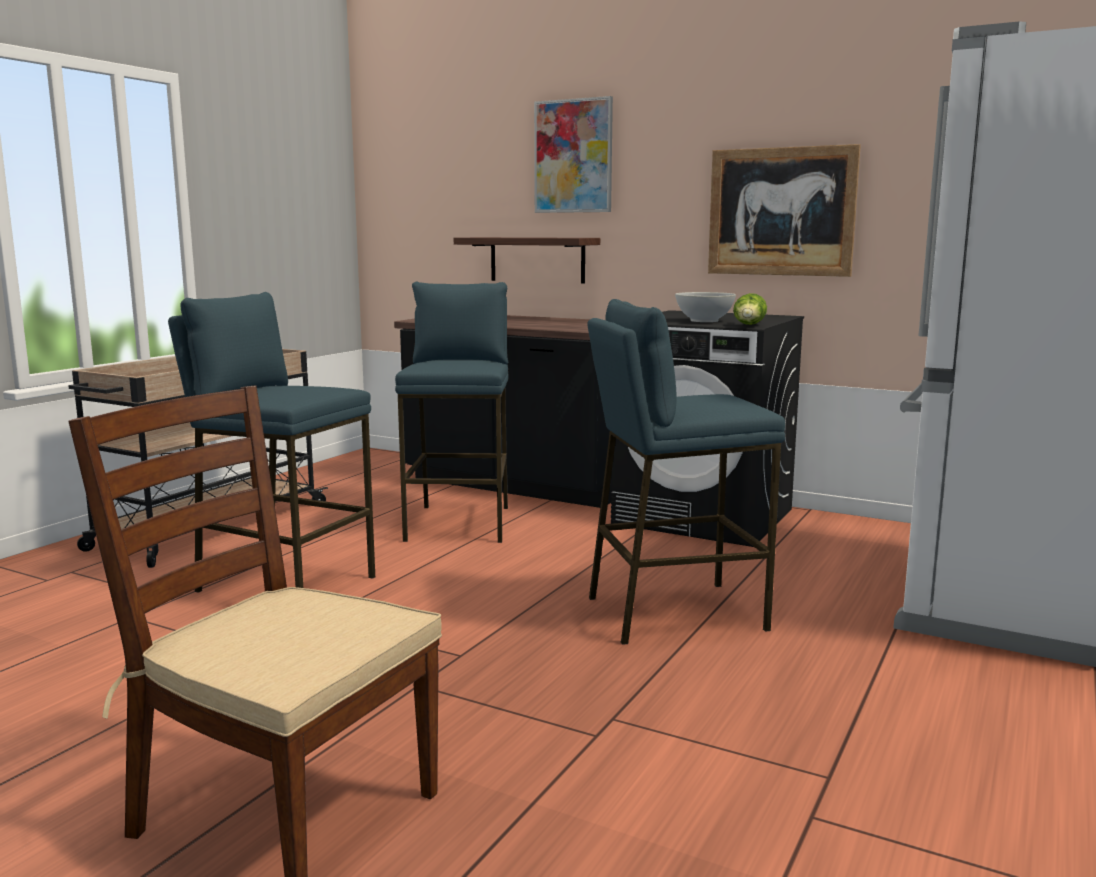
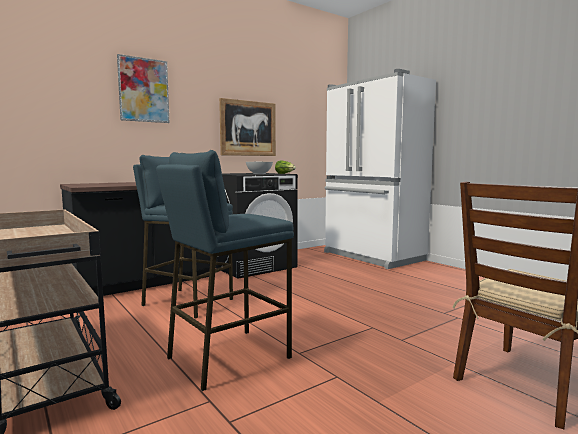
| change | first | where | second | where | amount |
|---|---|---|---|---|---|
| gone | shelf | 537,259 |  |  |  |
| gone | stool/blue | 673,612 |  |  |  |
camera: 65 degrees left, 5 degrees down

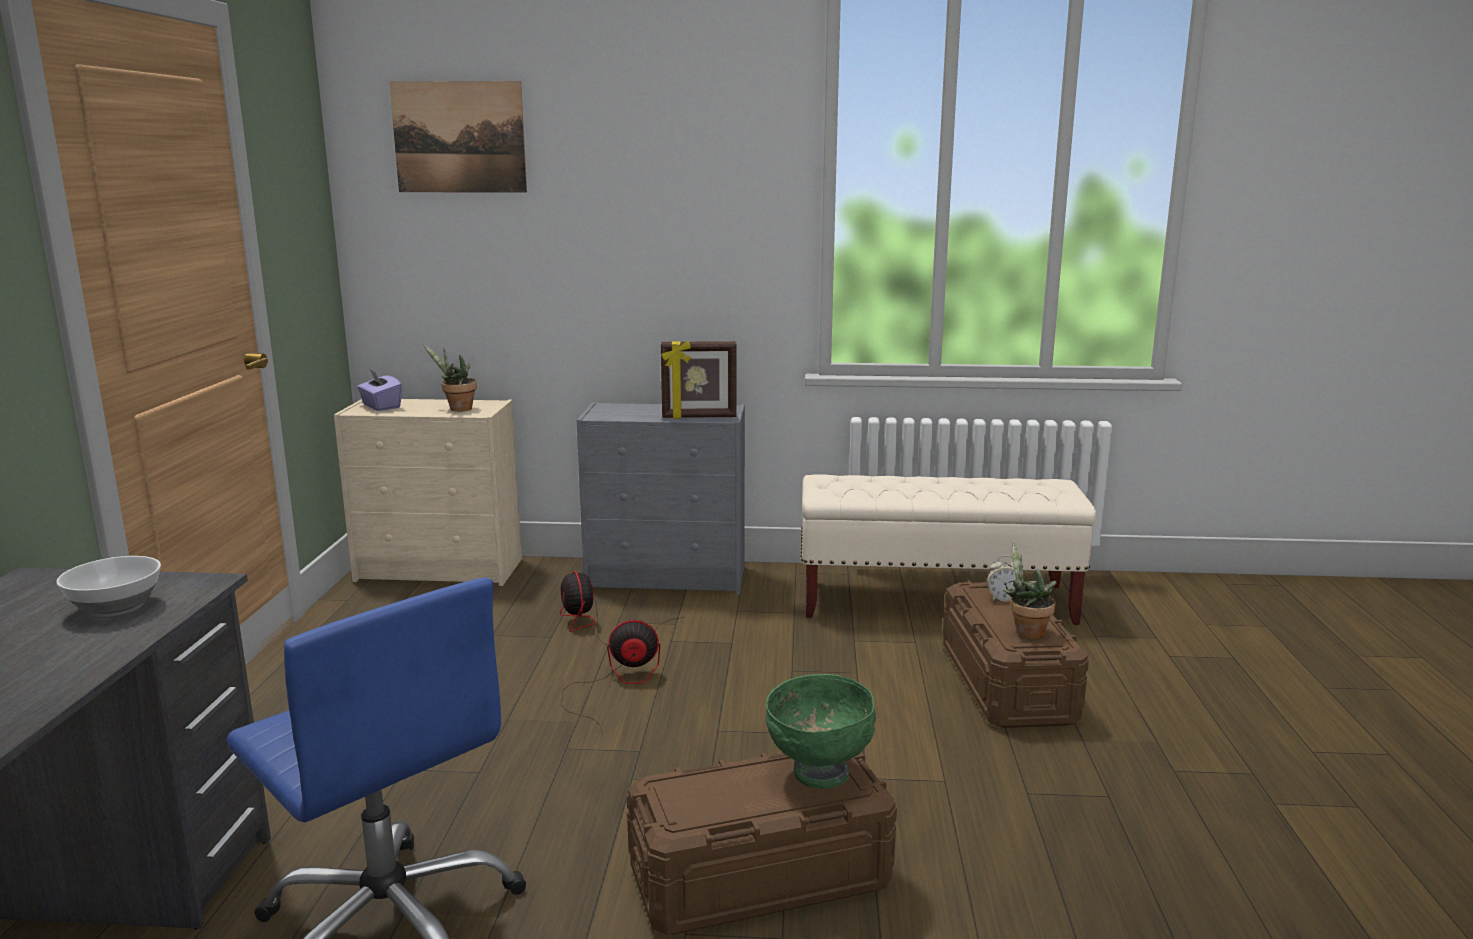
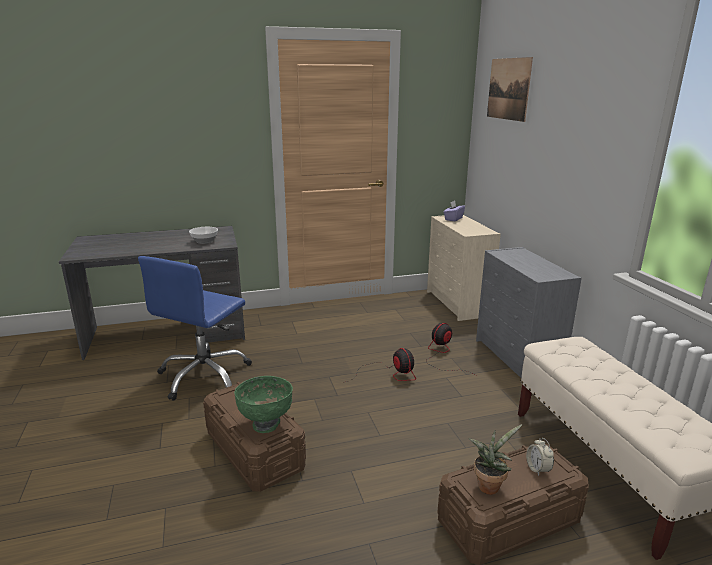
| change | first | where | second | where | amount |
|---|---|---|---|---|---|
| gone | picture frame | 699,417 |  |  |  |
| gone | potted plant | 457,409 |  |  |  |
camera: 70 degrees right, 5 degrees up

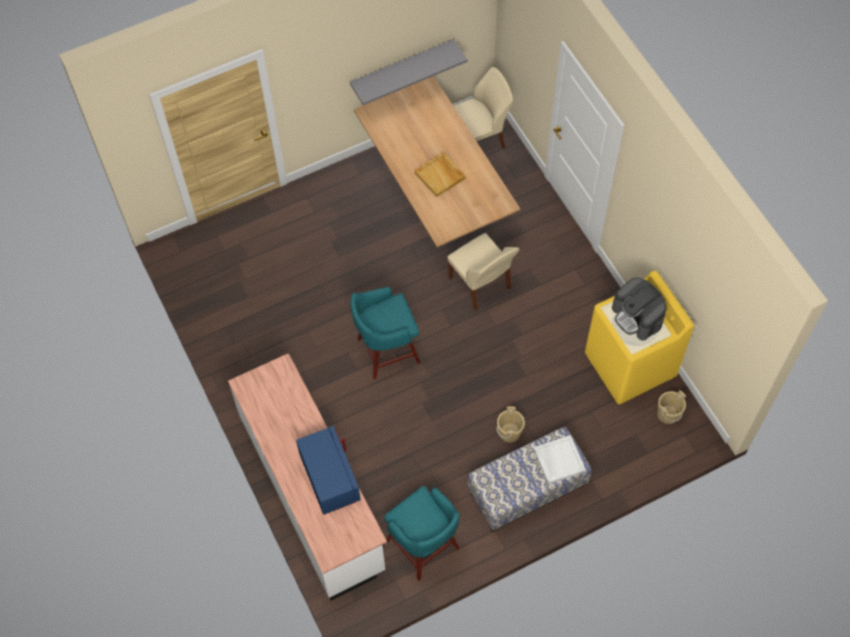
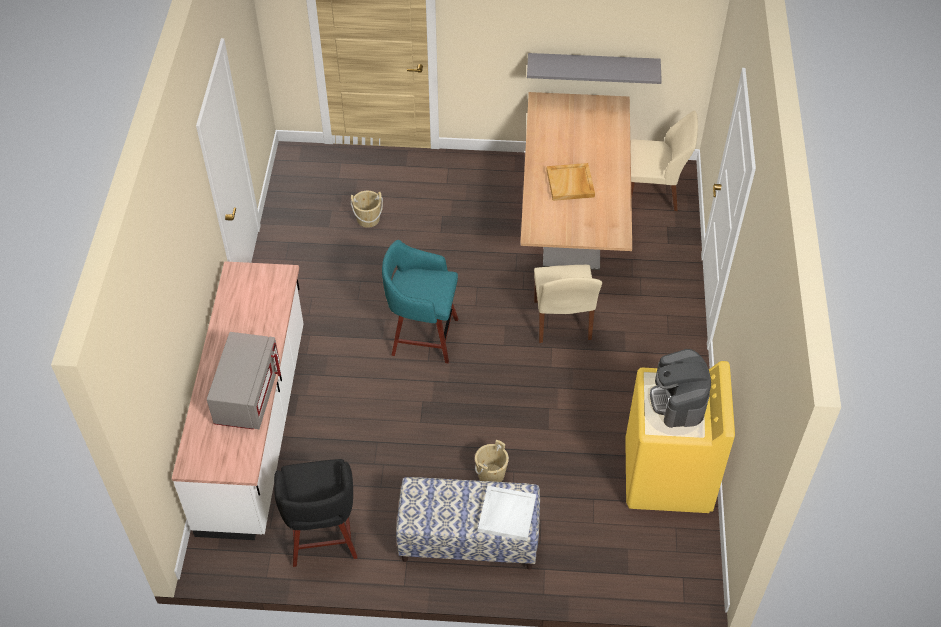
| change | first | where | second | where | amount |
|---|---|---|---|---|---|
| shifted | bucket/beige | 668,414 |  | 368,219 |  |
| repainted | microwave/blue | 329,478 | microwave/grey | 247,394 |  |
| repainted | stool/turquoise | 423,546 | stool/black | 322,536 |  |
camera: 30 degrees right, 10 degrees down

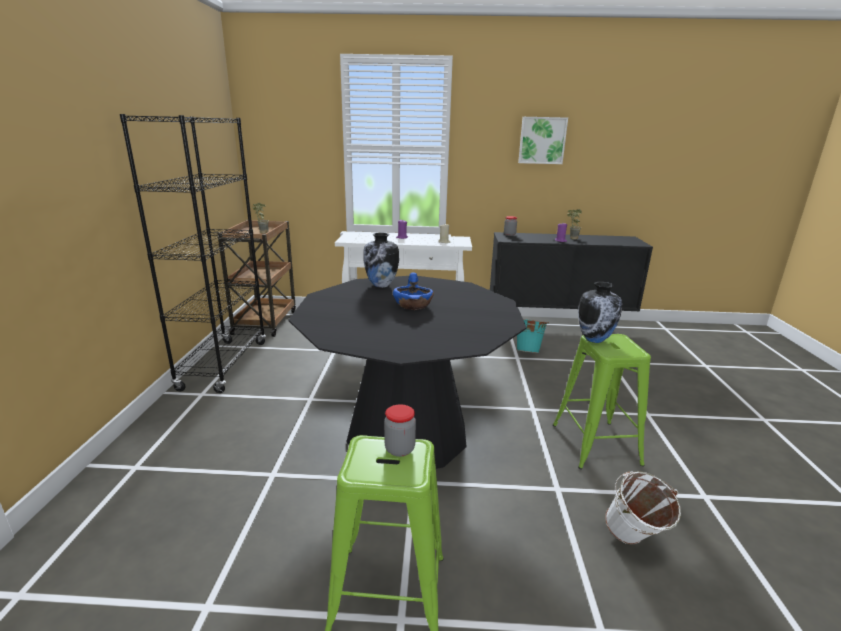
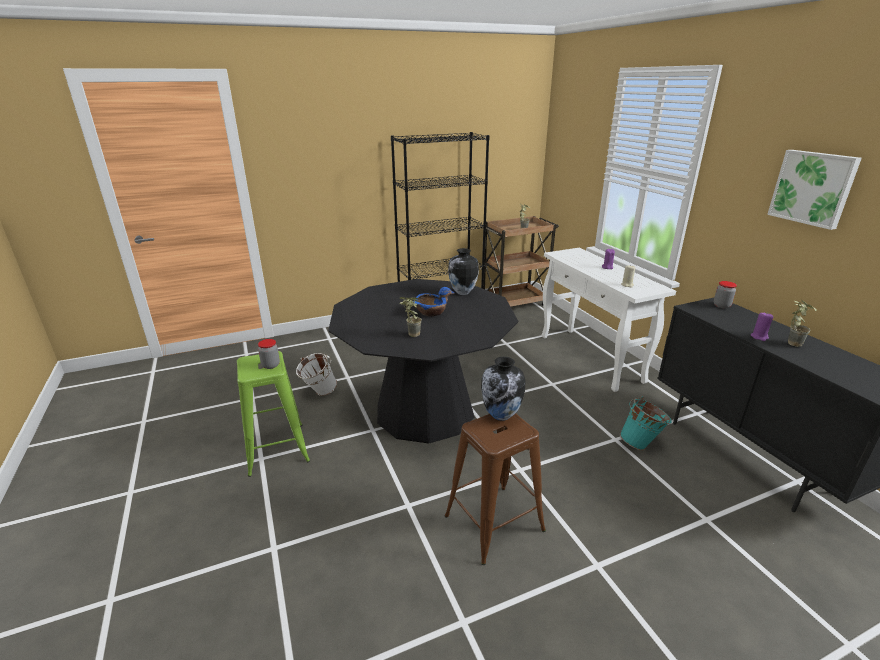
| change | first | where | second | where | amount |
|---|---|---|---|---|---|
| repainted | stool/green | 595,443 | stool/brown | 495,523 |  |
| shifted | bucket/white | 633,541 |  | 318,393 |  |
| new |  |  | potted plant | 410,334 |  |
camera: 65 degrees right, 5 degrees up

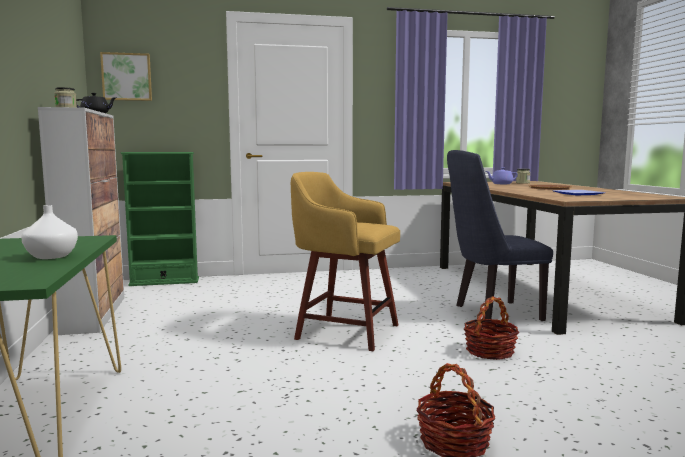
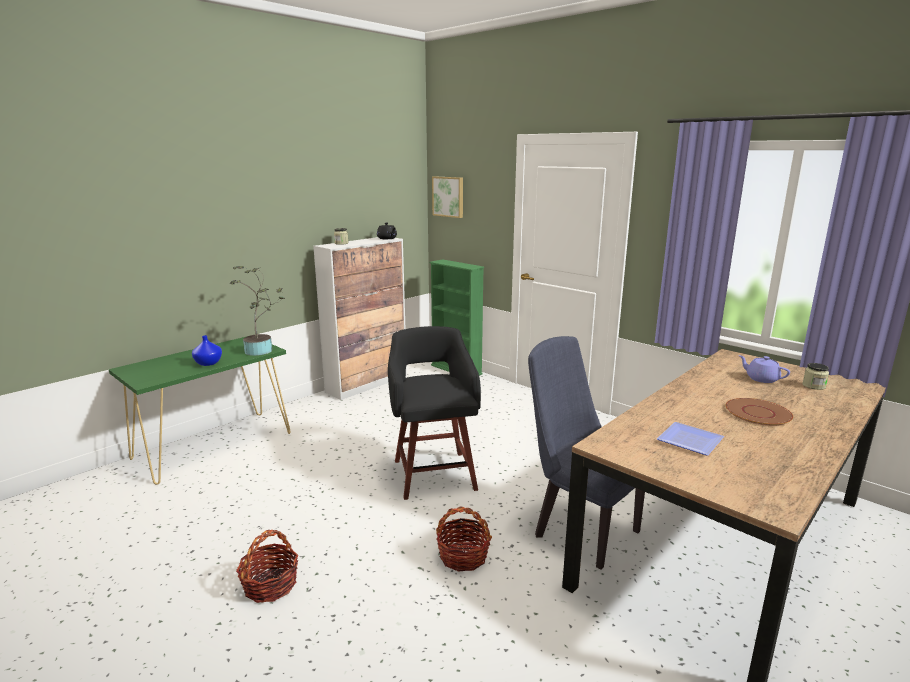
| change | first | where | second | where | amount |
|---|---|---|---|---|---|
| repainted | stool/yellow | 344,331 | stool/black | 434,473 |  |
| repainted | vase/white | 52,256 | vase/blue | 209,363 |  |
| new |  |  | potted plant | 262,350 |  |
camera: 55 degrees right, 10 degrees up

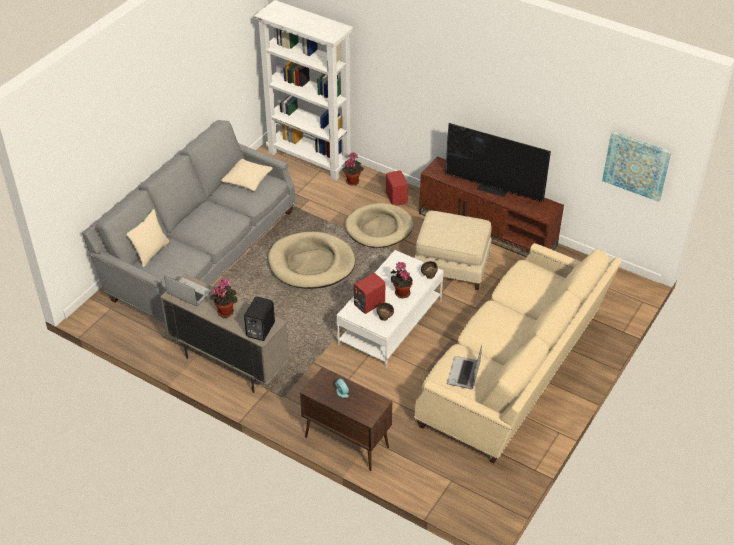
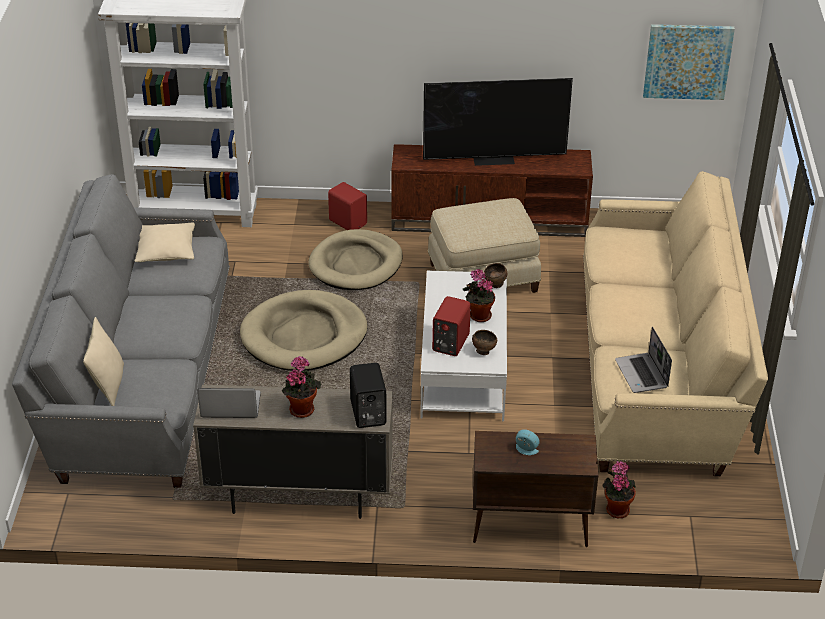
| change | first | where | second | where | amount |
|---|---|---|---|---|---|
| shifted | potted plant | 352,181 |  | 616,509 |  |
camera: 30 degrees left, 5 degrees down

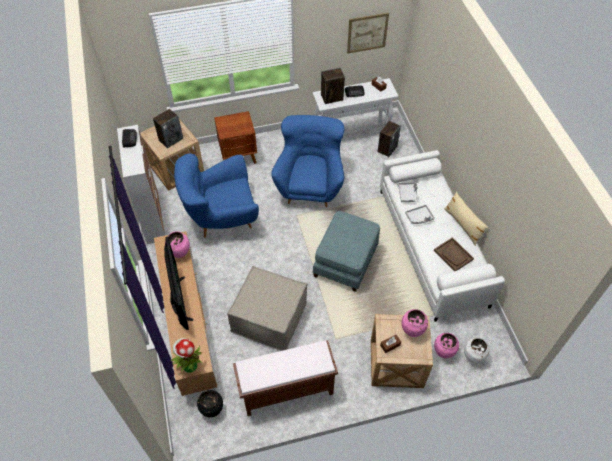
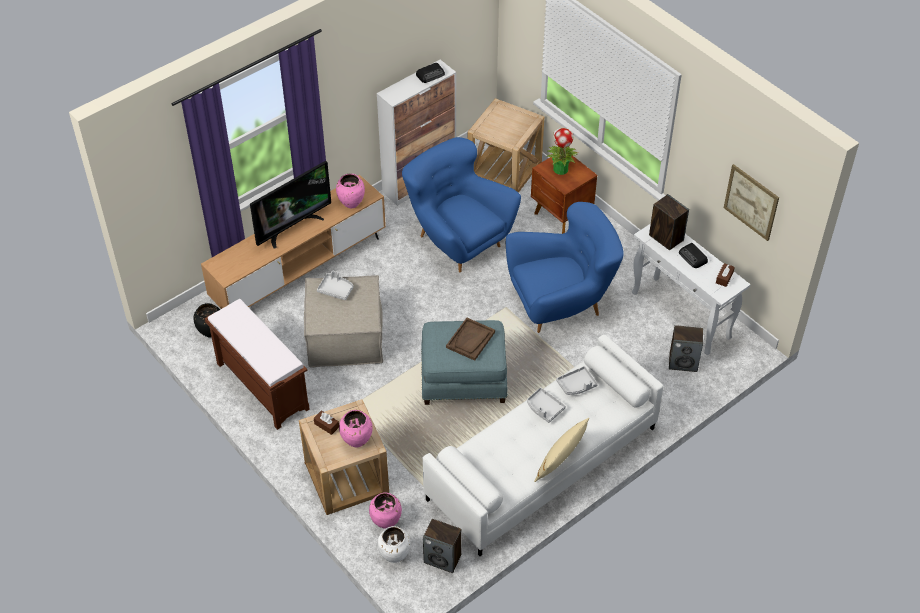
| change | first | where | second | where | amount |
|---|---|---|---|---|---|
| shifted | speaker | 171,139 |  | 443,558 |  |
| shifted | tray/brown | 453,255 |  | 470,340 |  |
| shifted | potted plant | 189,366 |  | 560,169 |  |
| new |  |  | tray/grey | 336,289 |  |
camera: 65 degrees right, 5 degrees down

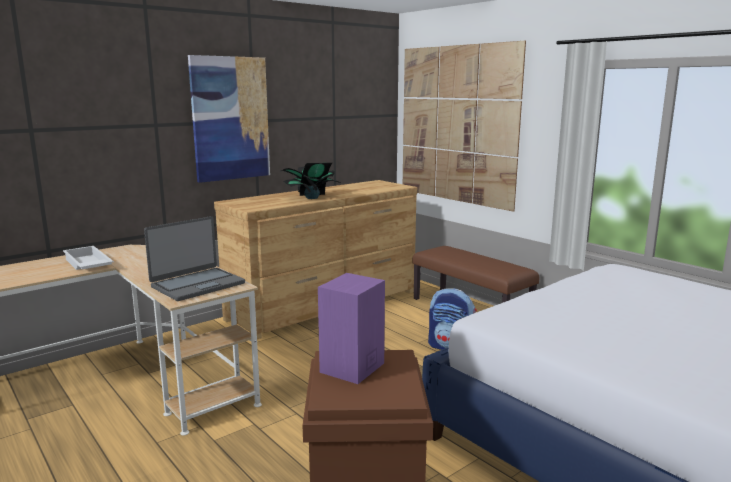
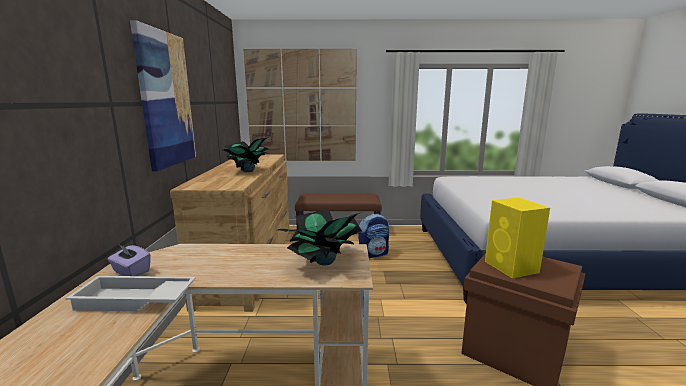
| change | first | where | second | where | amount |
|---|---|---|---|---|---|
| swapped | laptop | 197,285 | potted plant | 324,262 |  |
| repainted | speaker/purple | 351,368 | speaker/yellow | 512,267 |  |
| new |  |  | tissue box/purple | 131,272 |  |
camera: 50 degrees left, 0 degrees up

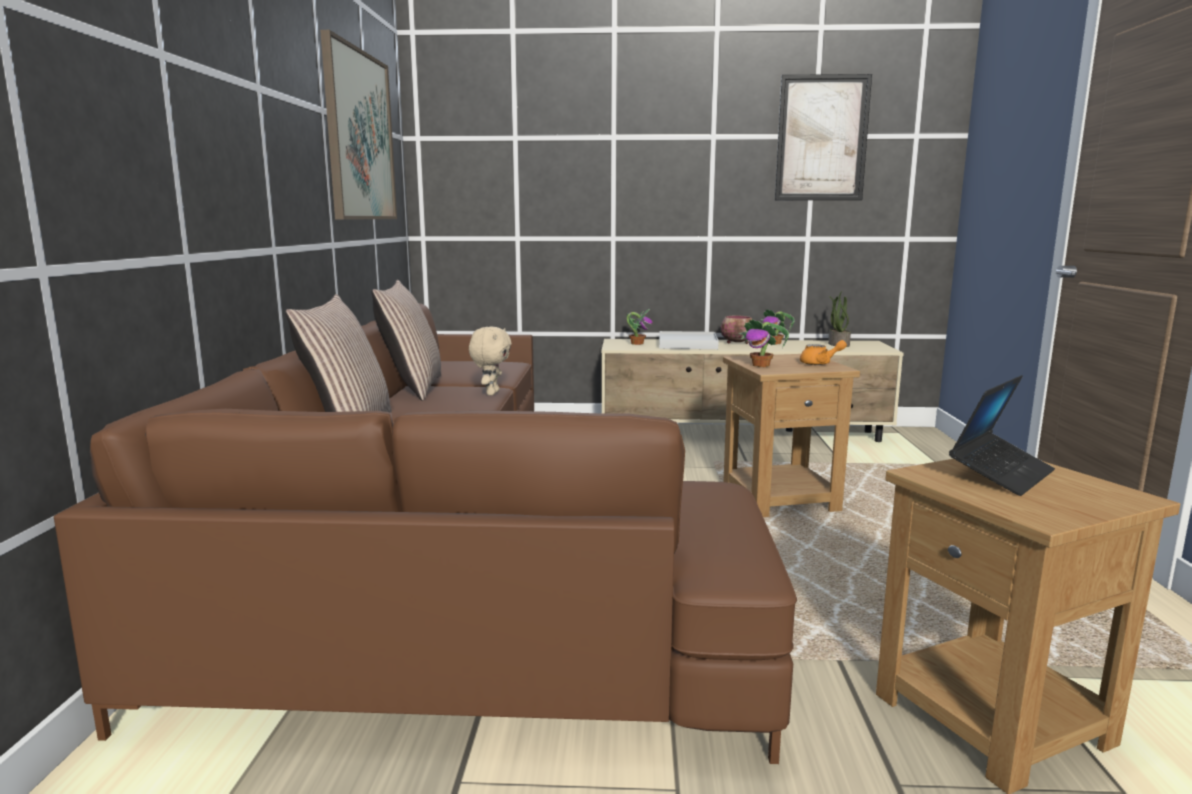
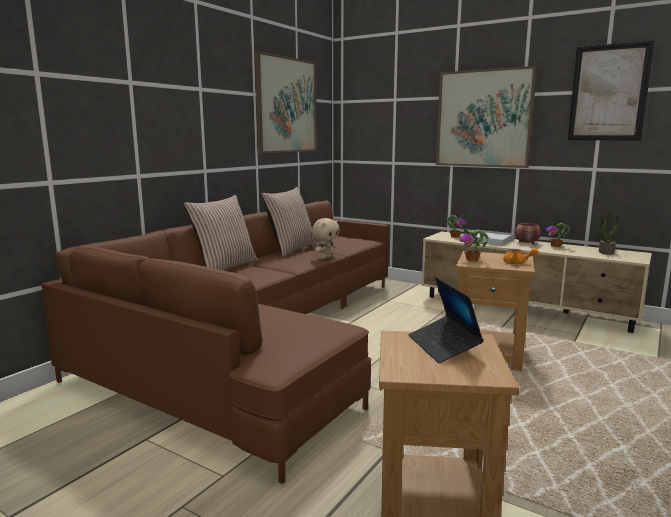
| change | first | where | second | where | amount |
|---|---|---|---|---|---|
| rotated | laptop | 1001,474 |  | 443,346 | 90 degrees clockwise |
| new |  |  | picture | 483,118 |  |
camera: 30 degrees right, 0 degrees up

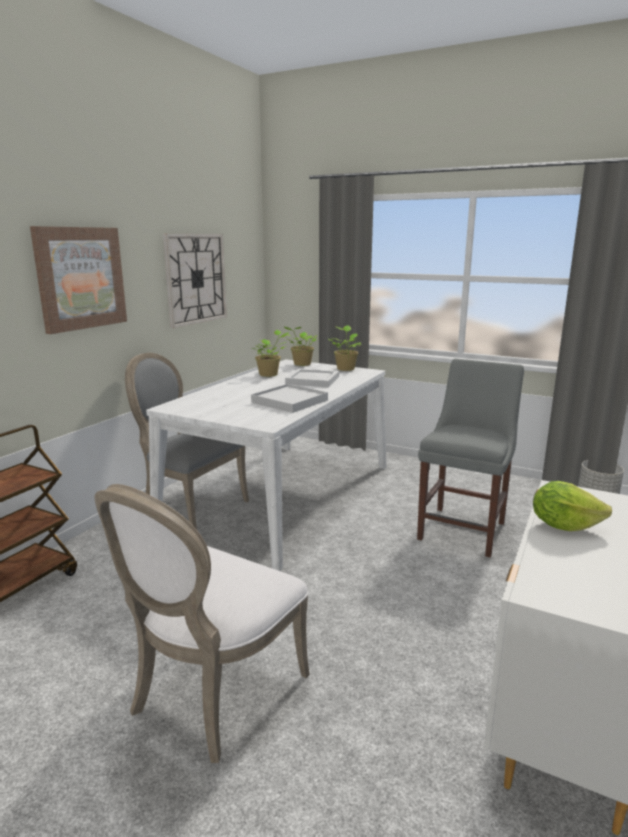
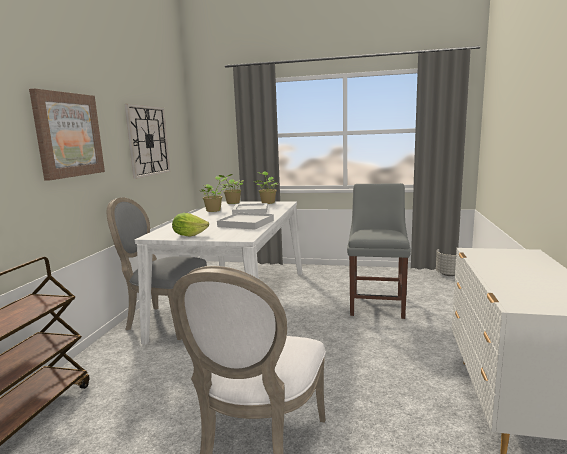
| change | first | where | second | where | amount |
|---|---|---|---|---|---|
| shifted | lettuce | 563,525 |  | 189,235 |  |
camera: 15 degrees left, 5 degrees down

